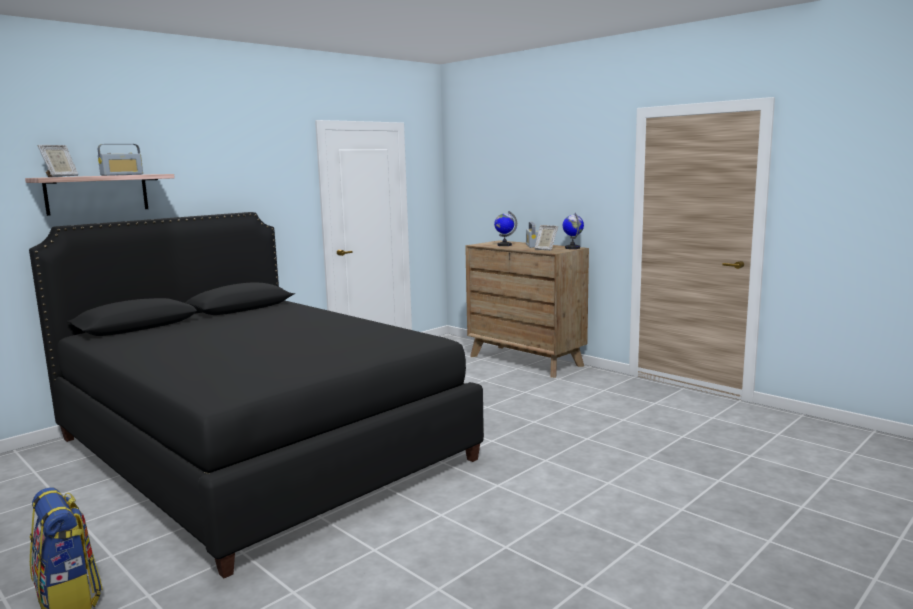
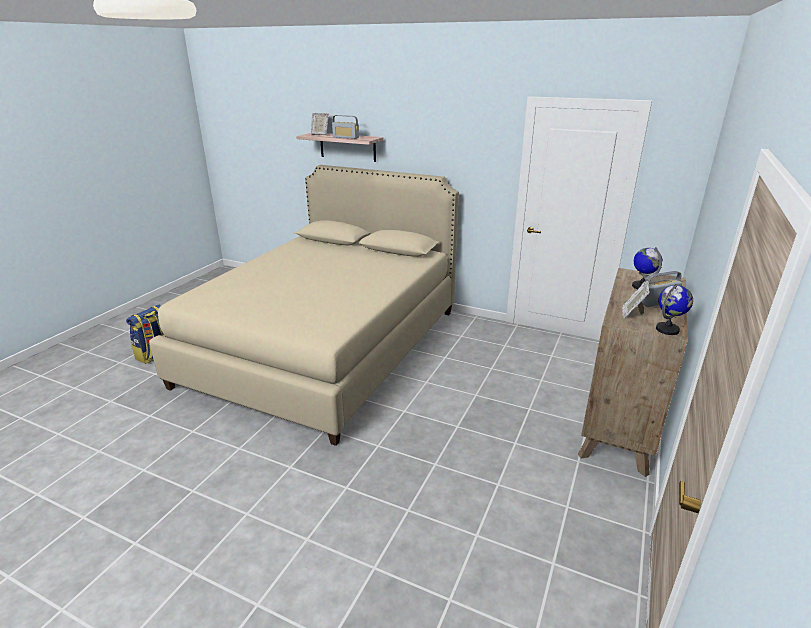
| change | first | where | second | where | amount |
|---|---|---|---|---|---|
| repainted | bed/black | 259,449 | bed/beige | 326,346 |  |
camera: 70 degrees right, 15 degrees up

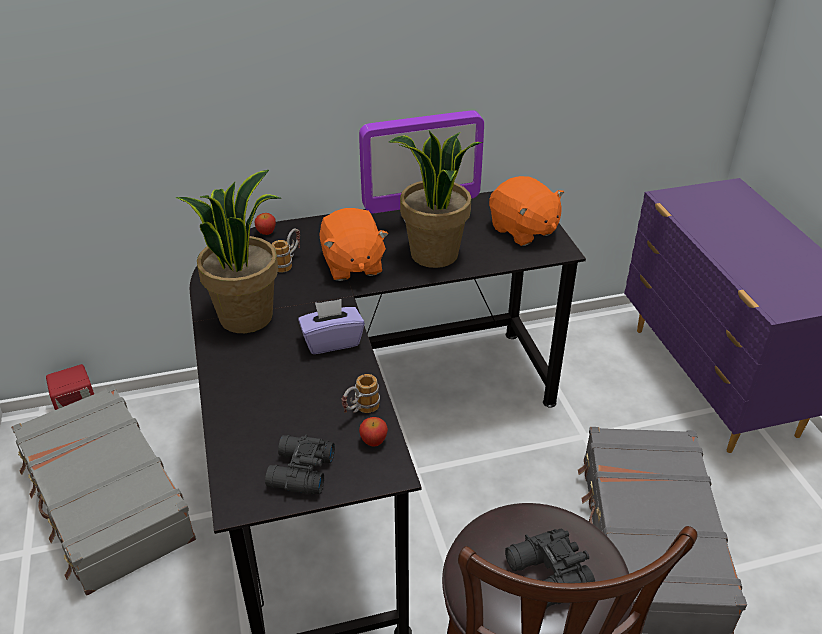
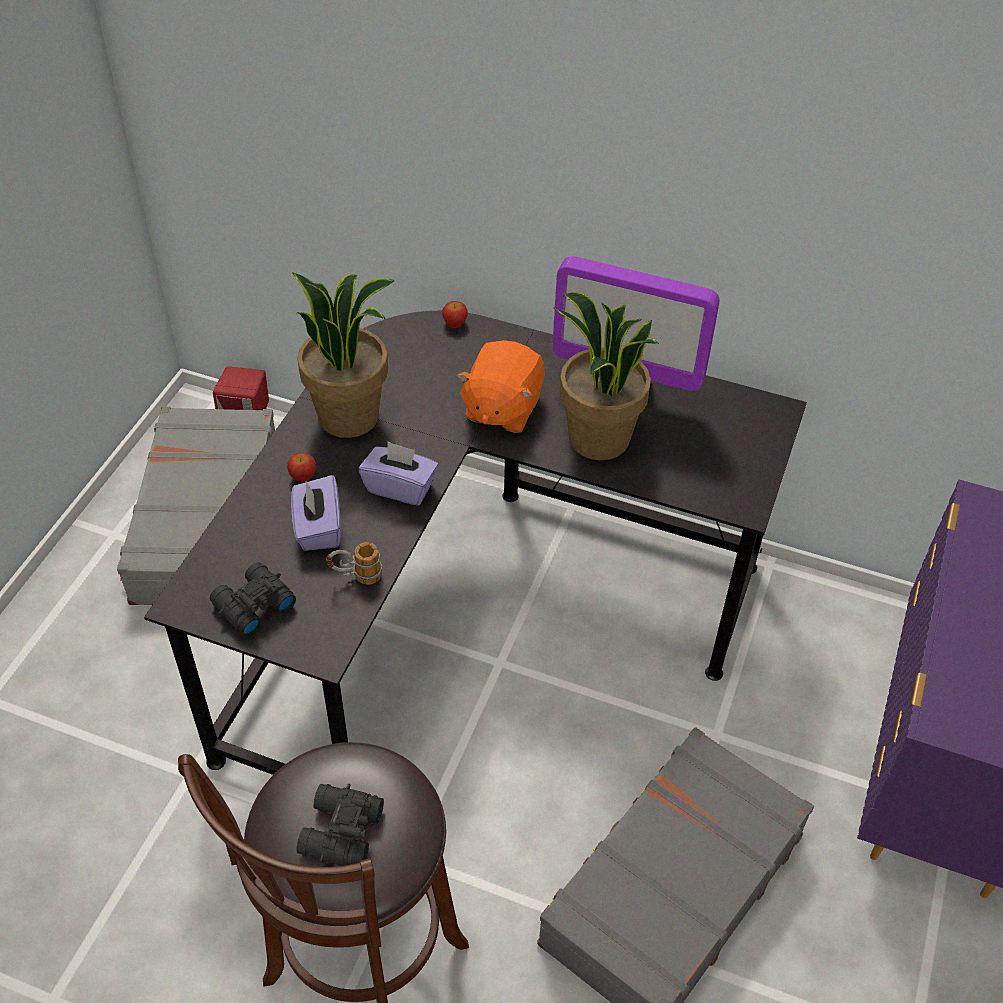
| change | first | where | second | where | amount |
|---|---|---|---|---|---|
| gone | plush toy/orange | 523,230 |  |  |  |
| gone | mug | 288,262 |  |  |  |
| shifted | apple | 373,441 |  | 303,476 |  |
| new |  |  | tissue box/purple | 318,528 |  |
camera: 35 degrees right, 10 degrees up

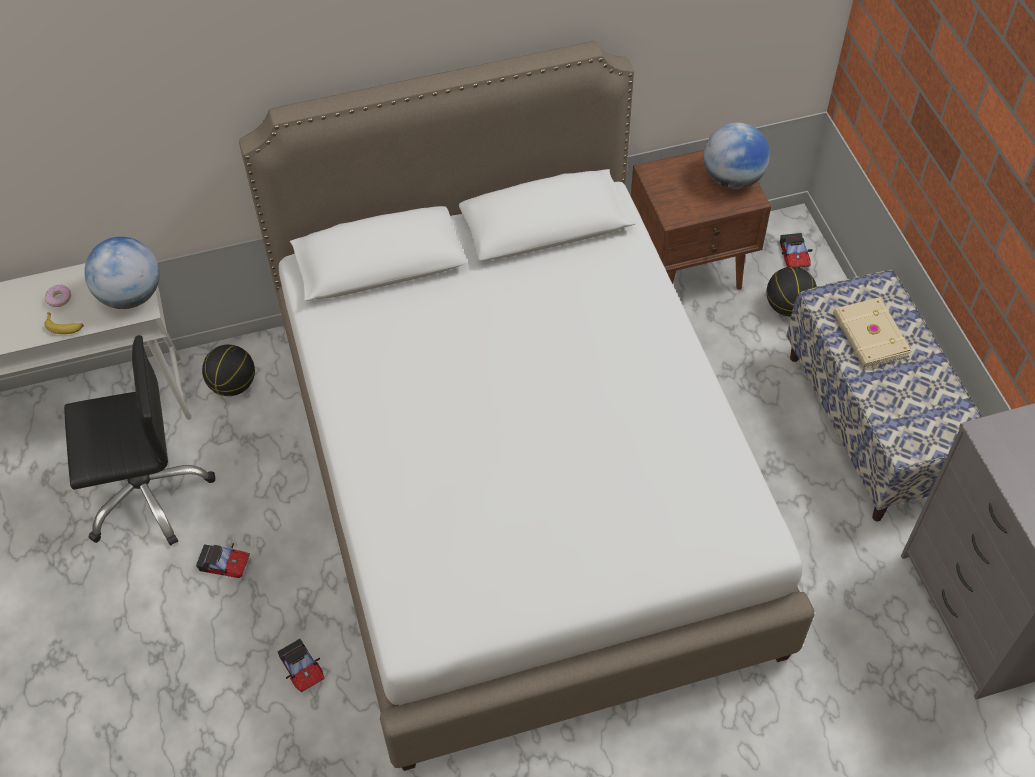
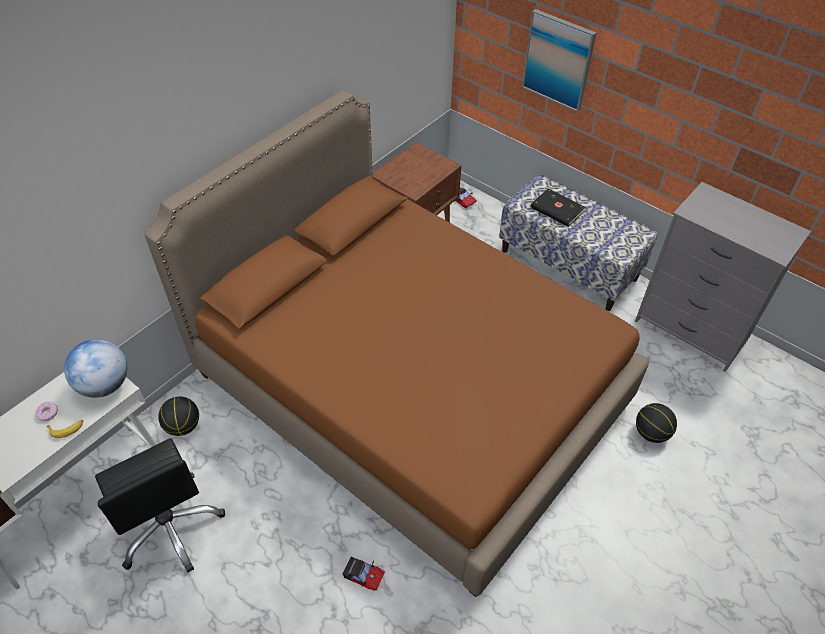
| change | first | where | second | where | amount |
|---|---|---|---|---|---|
| repainted | bed/white | 518,482 | bed/brown | 410,389 |  |
| gone | globe | 732,179 |  |  |  |
| shifted | basketball | 787,307 |  | 651,433 |  |
| repainted | book/beige | 869,336 | book/black | 557,210 |  |
| rotated | office chair/black | 146,493 |  | 170,527 | 105 degrees clockwise |
| gone | toy car | 224,563 |  |  |  |
| new |  |  | picture | 558,60 |  |
camera: 35 degrees left, 5 degrees down

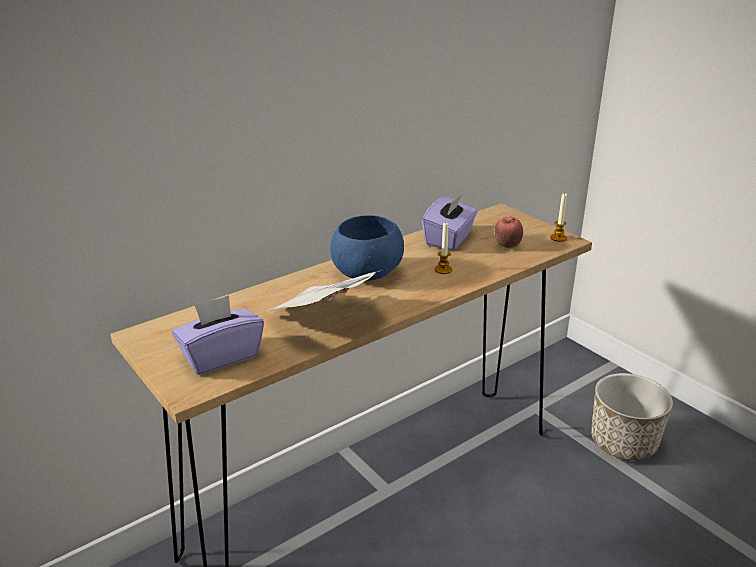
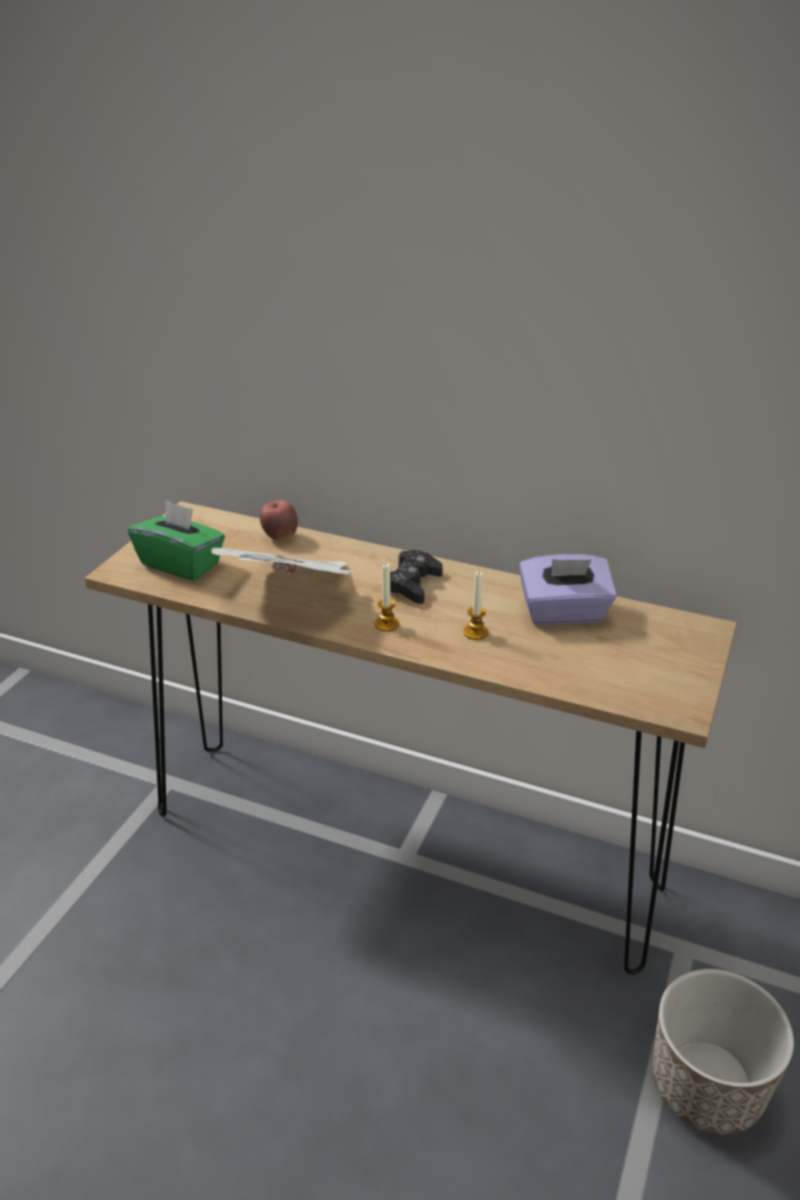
| change | first | where | second | where | amount |
|---|---|---|---|---|---|
| shifted | candle | 558,238 |  | 386,624 |  |
| swapped | bowl/blue | 365,273 | game controller/black | 412,584 |  |
| shifted | apple | 507,246 |  | 280,537 |  |
| repainted | tissue box/purple | 221,356 | tissue box/green | 181,564 |  |
camera: 60 degrees right, 5 degrees up

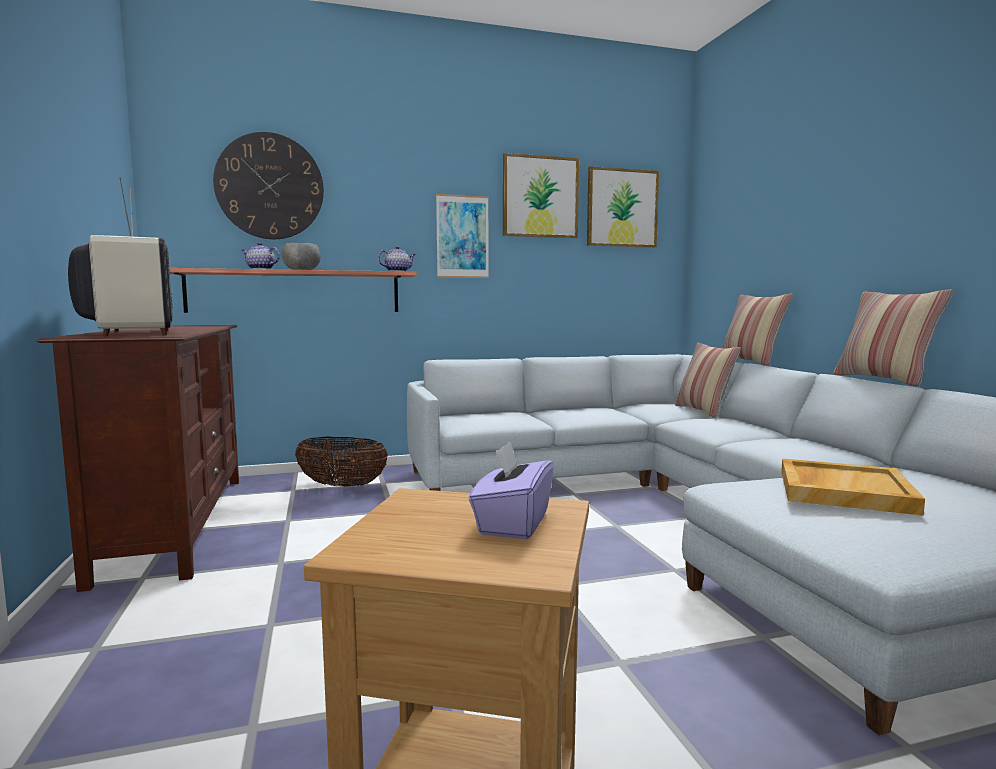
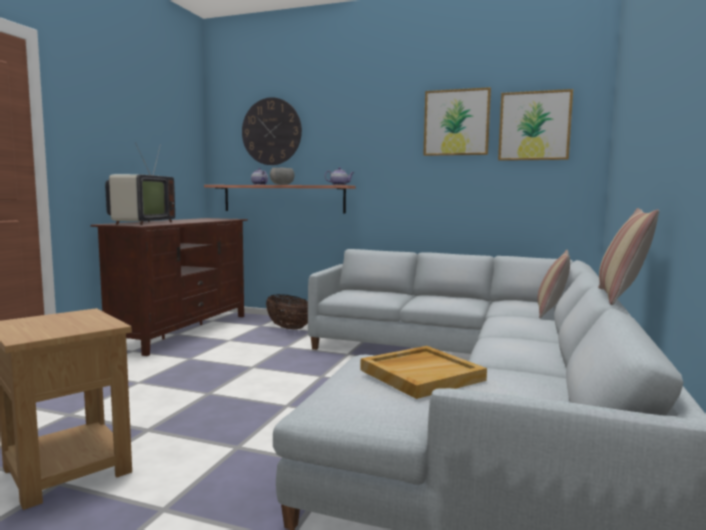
| change | first | where | second | where | amount |
|---|---|---|---|---|---|
| gone | picture | 462,237 |  |  |  |
| gone | pillow | 750,362 |  |  |  |
| gone | tissue box/purple | 512,523 |  |  |  |
camera: 35 degrees right, 0 degrees up

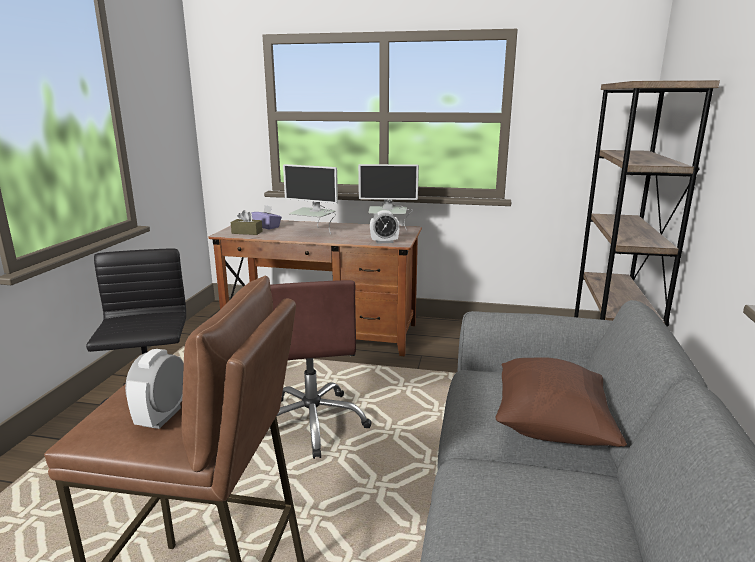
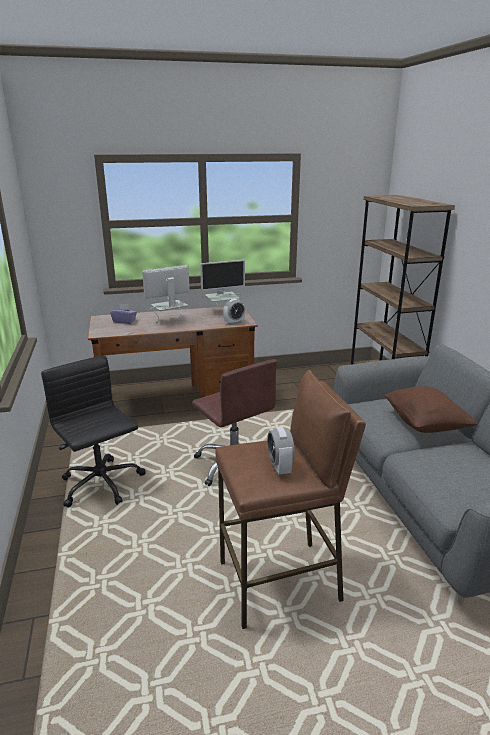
| change | first | where | second | where | amount |
|---|---|---|---|---|---|
| rotated | monitor | 314,232 |  | 170,321 | 150 degrees clockwise |
| gone | tissue box/brown | 247,232 |  |  |  |
camera: 25 degrees left, 5 degrees up

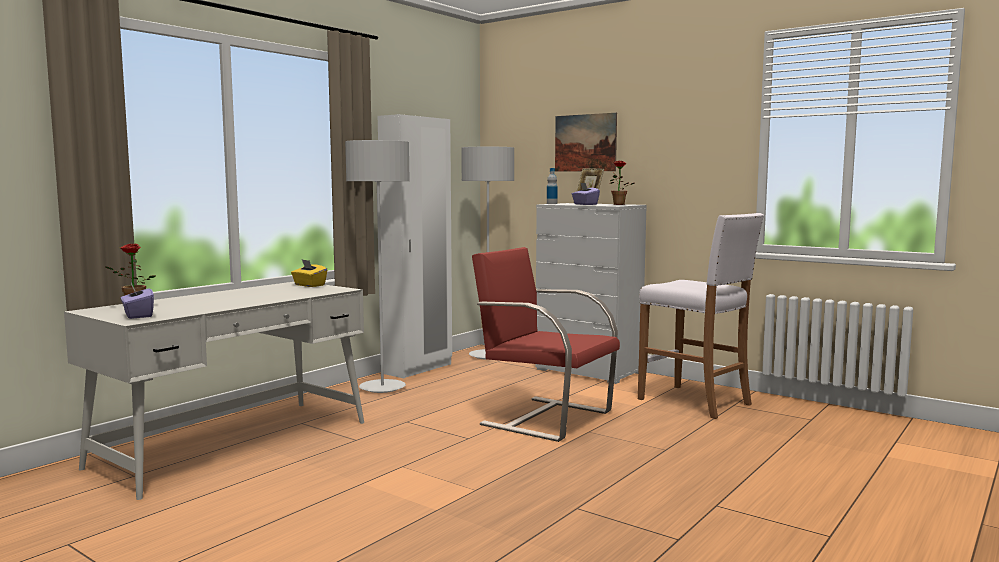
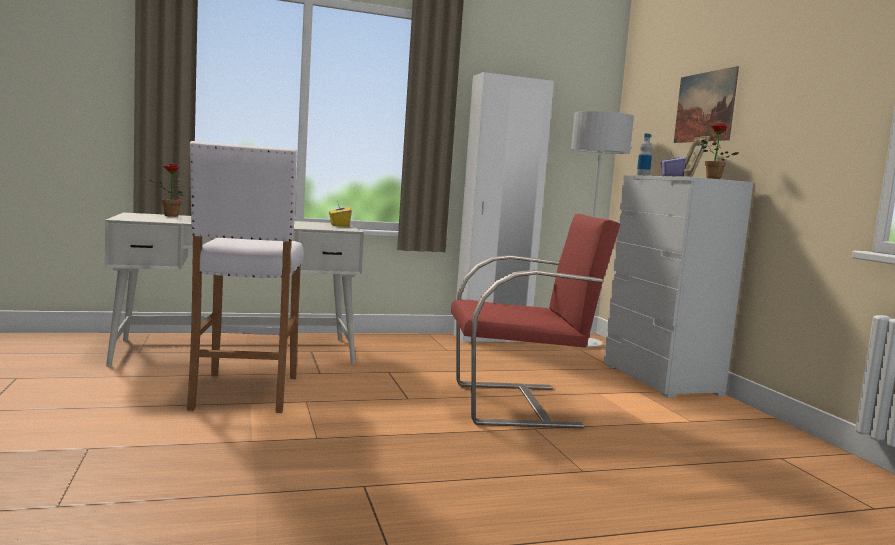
| change | first | where | second | where | amount |
|---|---|---|---|---|---|
| gone | floor lamp/grey | 382,388 |  |  |  |
| shifted | stool/white | 695,402 |  | 244,393 |  |
| rotated | armchair/red | 545,418 |  | 517,404 | 105 degrees clockwise |
| gone | tissue box/purple | 138,315 |  |  |  |
camera: 35 degrees right, 0 degrees up

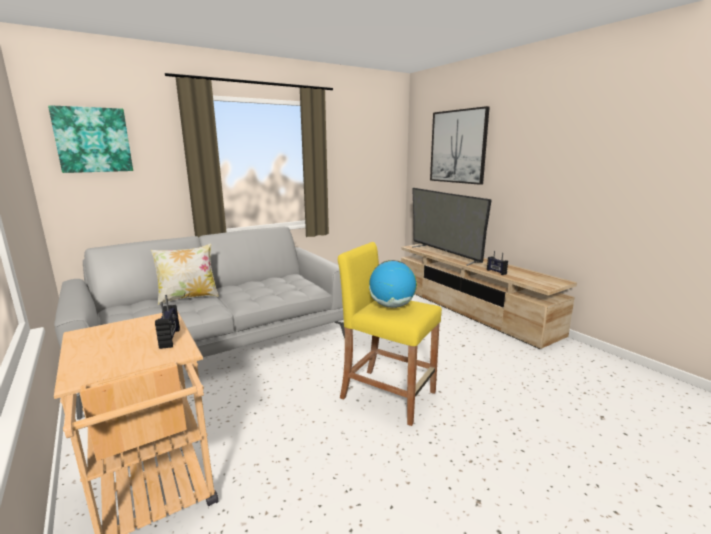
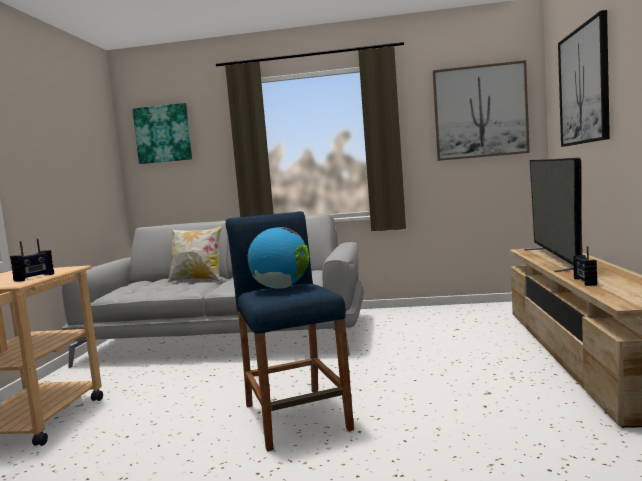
| change | first | where | second | where | amount |
|---|---|---|---|---|---|
| repainted | stool/yellow | 388,395 | stool/blue | 296,417 |  |
| new |  |  | picture | 480,112 |  |
camera: 40 degrees right, 10 degrees down

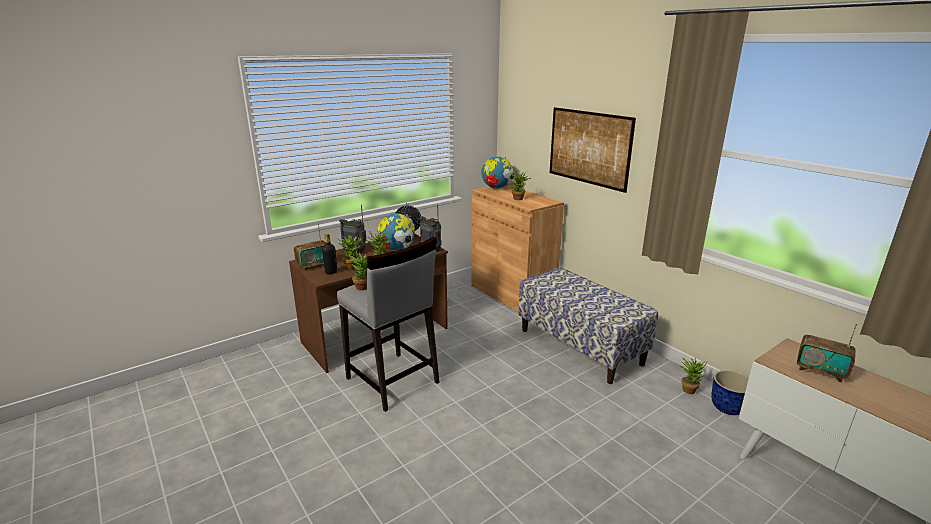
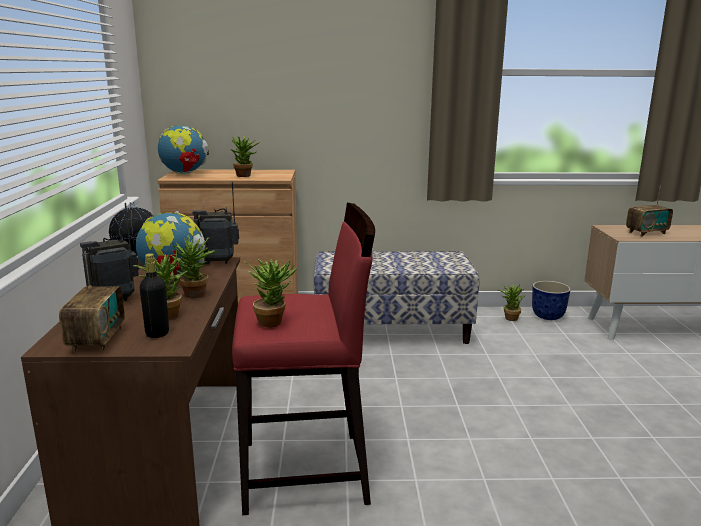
| change | first | where | second | where | amount |
|---|---|---|---|---|---|
| gone | picture | 589,148 |  |  |  |
| repainted | stool/grey | 392,381 | stool/red | 306,472 |  |
camera: 55 degrees left, 5 degrees down

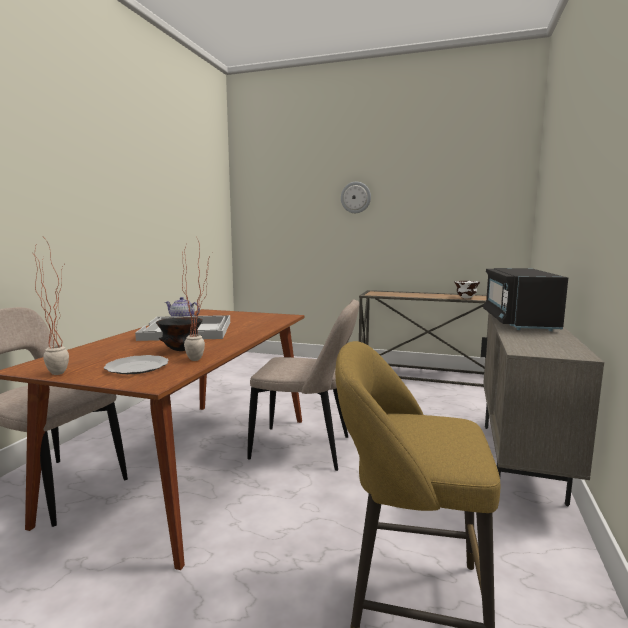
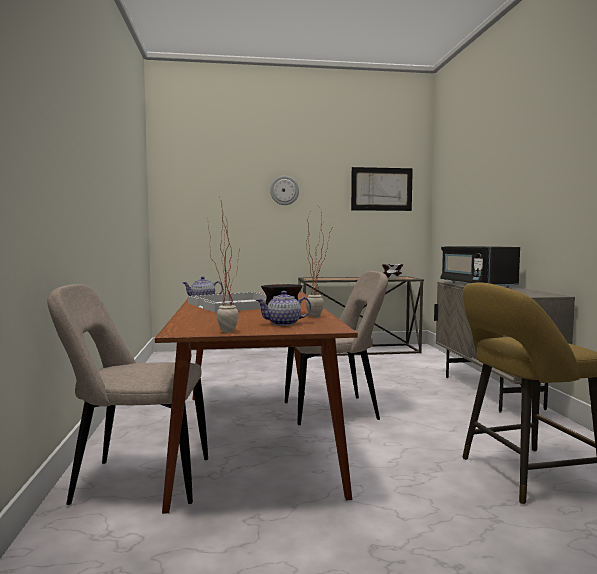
| change | first | where | second | where | amount |
|---|---|---|---|---|---|
| swapped | plate | 137,367 | teapot | 284,323 |  |
| new |  |  | picture | 381,189 |  |
camera: 25 degrees left, 5 degrees down

